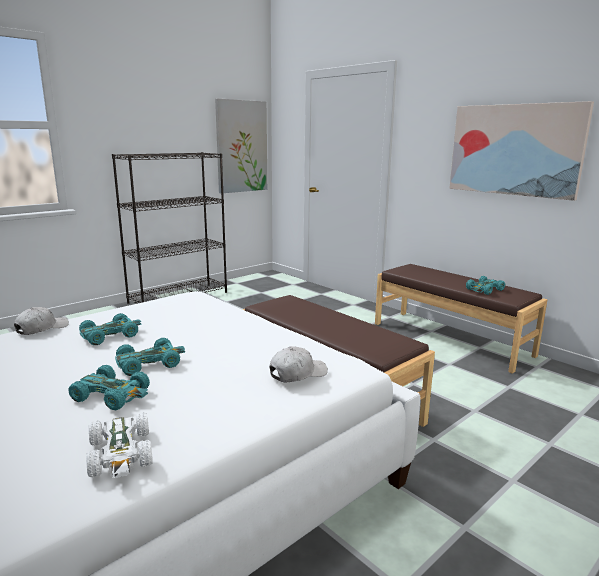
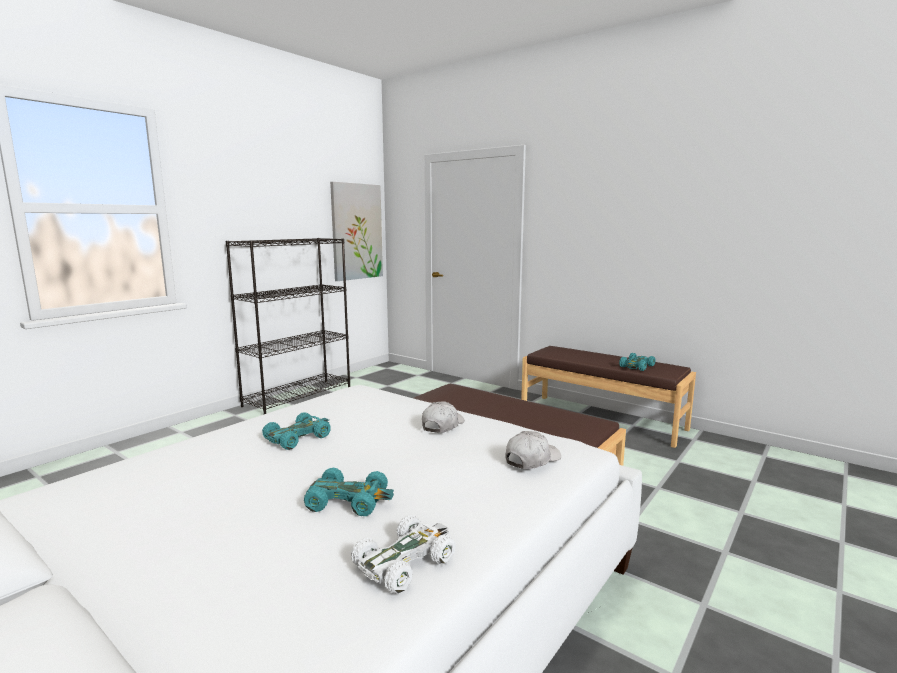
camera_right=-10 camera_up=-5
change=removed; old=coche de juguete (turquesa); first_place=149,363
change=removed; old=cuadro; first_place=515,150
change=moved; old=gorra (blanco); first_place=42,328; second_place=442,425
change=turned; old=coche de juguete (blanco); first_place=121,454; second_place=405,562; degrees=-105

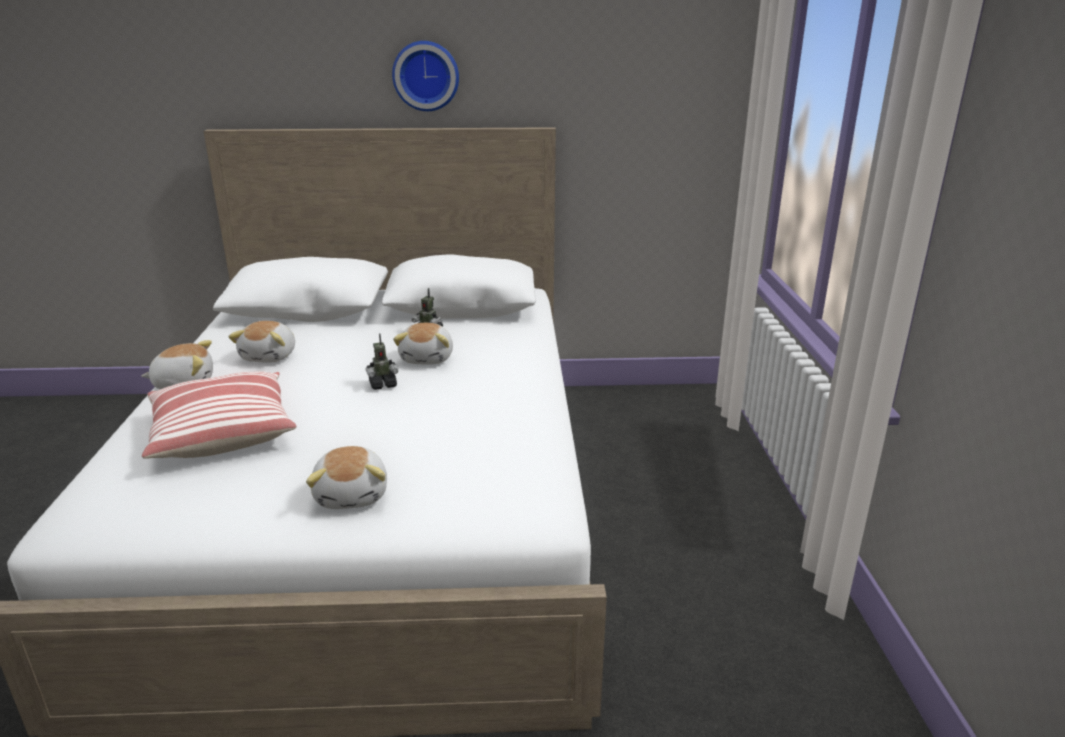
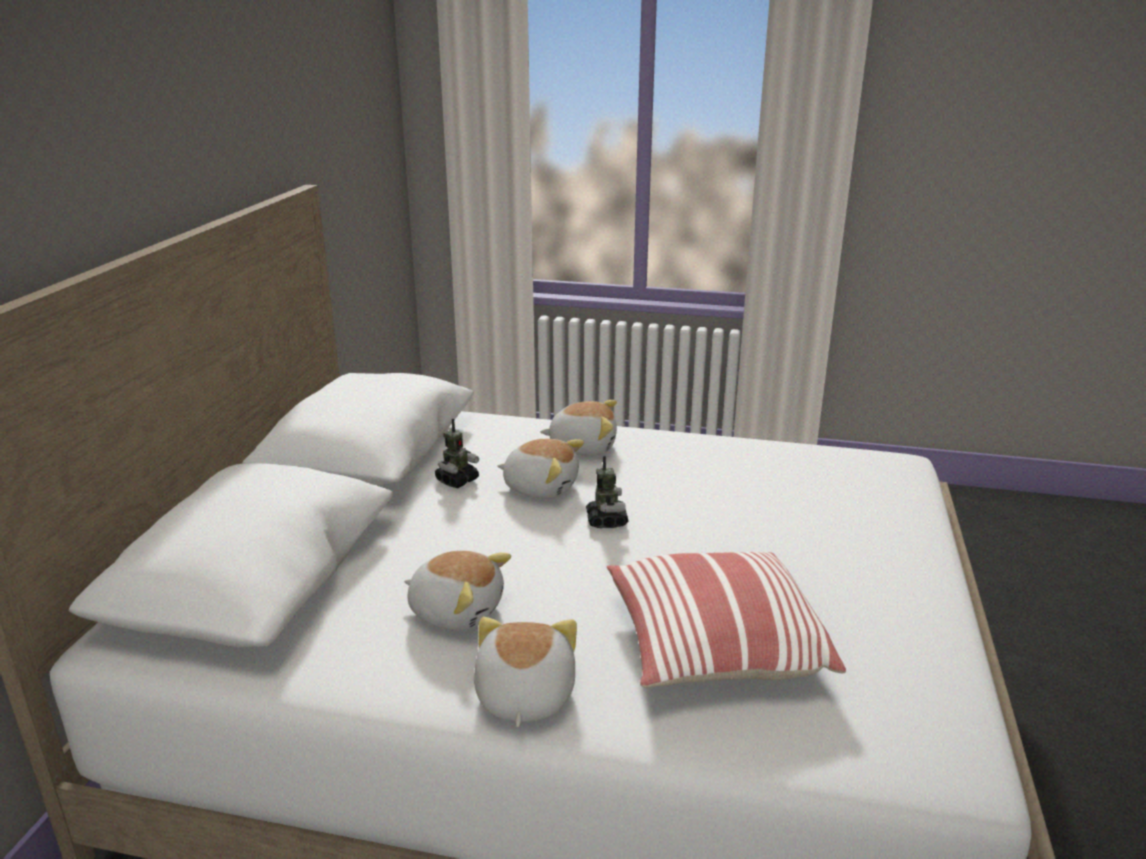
camera_right=-75 camera_up=0
change=removed; old=reloj de pared; first_place=426,76
change=moved; old=peluche; first_place=353,494; second_place=583,446

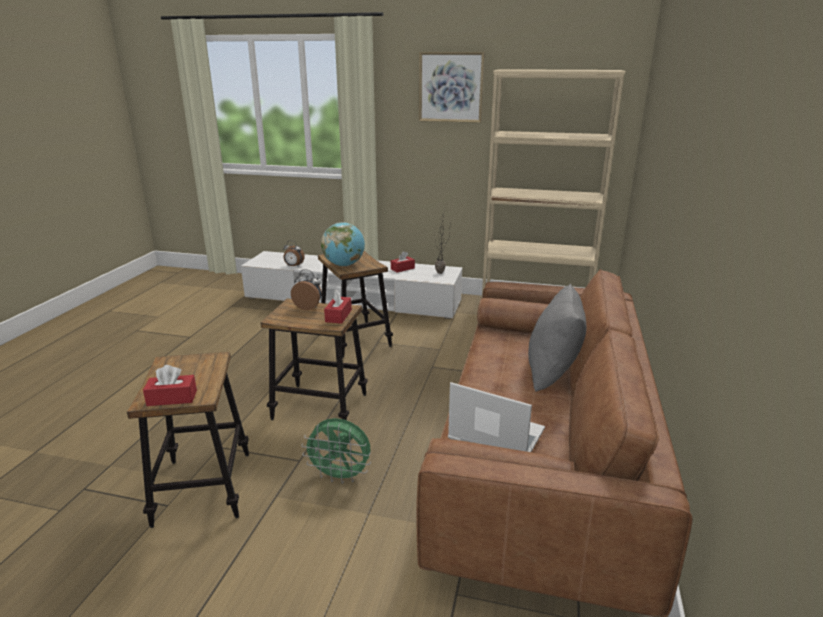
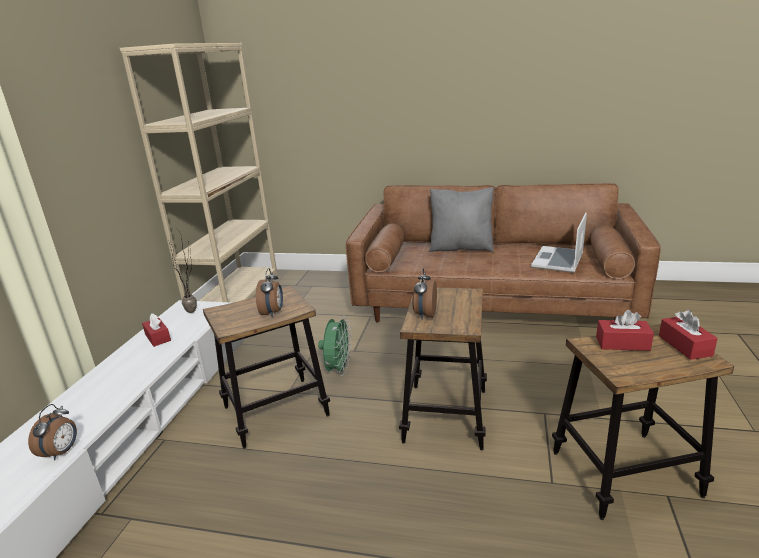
camera_right=-90 camera_up=0
change=removed; old=cuadro; first_place=451,87
change=moved; old=ventilador (verde); first_place=340,476; second_place=338,370
change=moved; old=caja de pañuelos (rojo); first_place=338,316; second_place=622,343
change=replaced; old=globo terráqueo; new=despertador; first_place=344,265; second_place=273,313

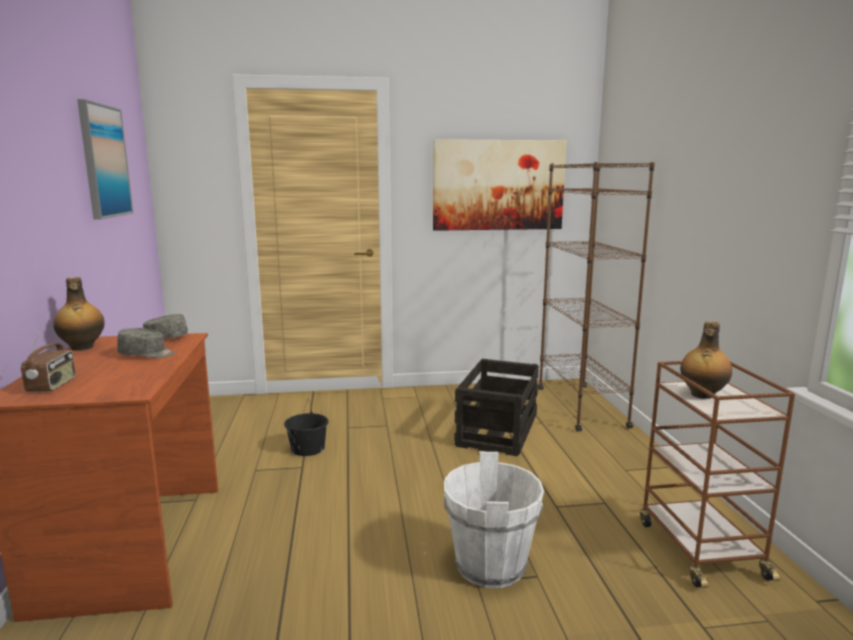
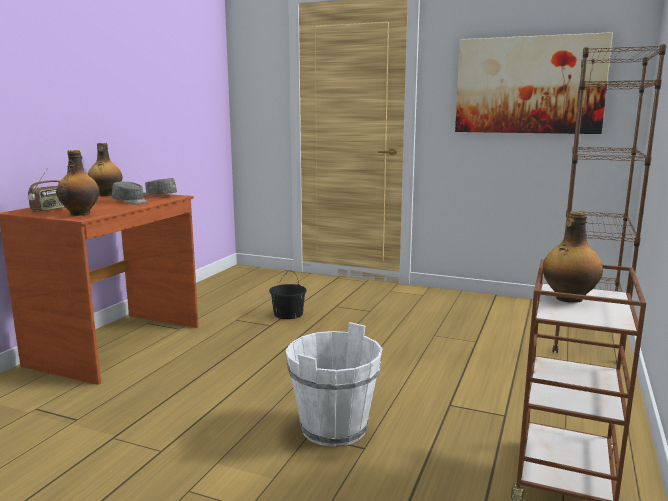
camera_right=30 camera_up=0
change=removed; old=cuadro; first_place=104,161
change=removed; old=caja de embalaje; first_place=497,429
change=added; new=botella; second_place=81,213

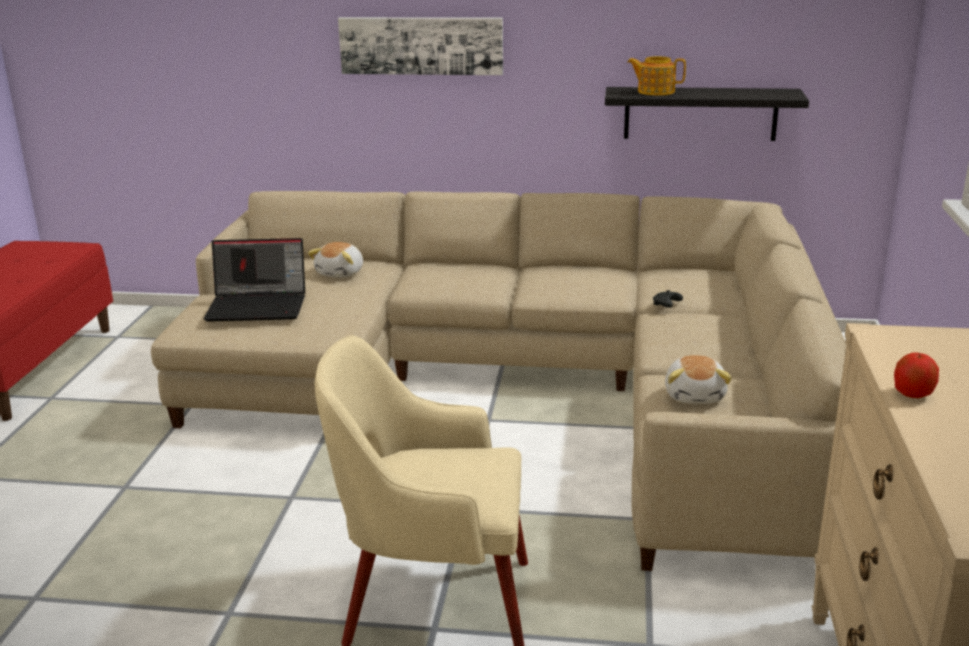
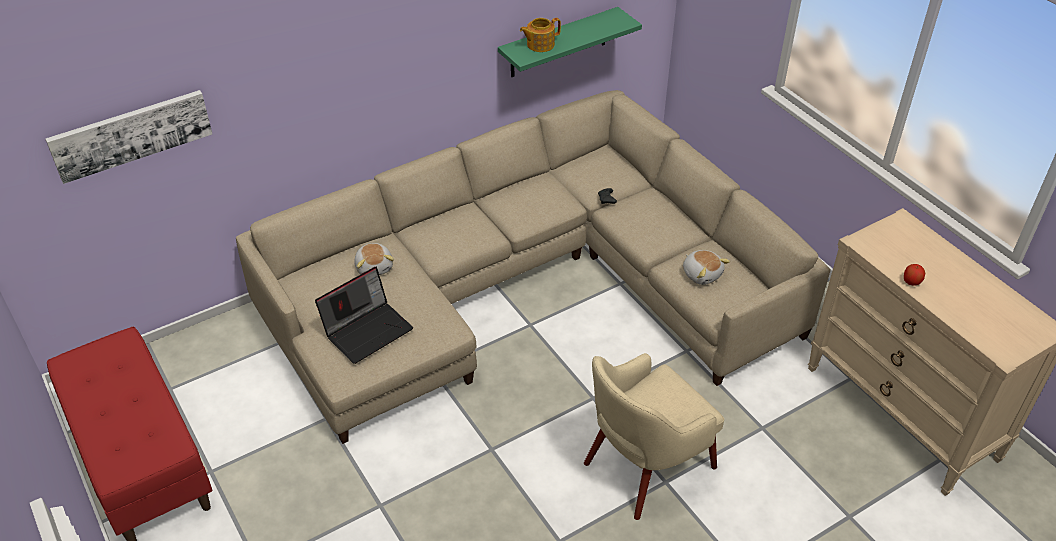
camera_right=-40 camera_up=20
change=moved; old=cuadro; first_place=421,45; second_place=131,134
change=recoloured; old=estante (negro); new=estante (verde); first_place=700,113; second_place=558,43

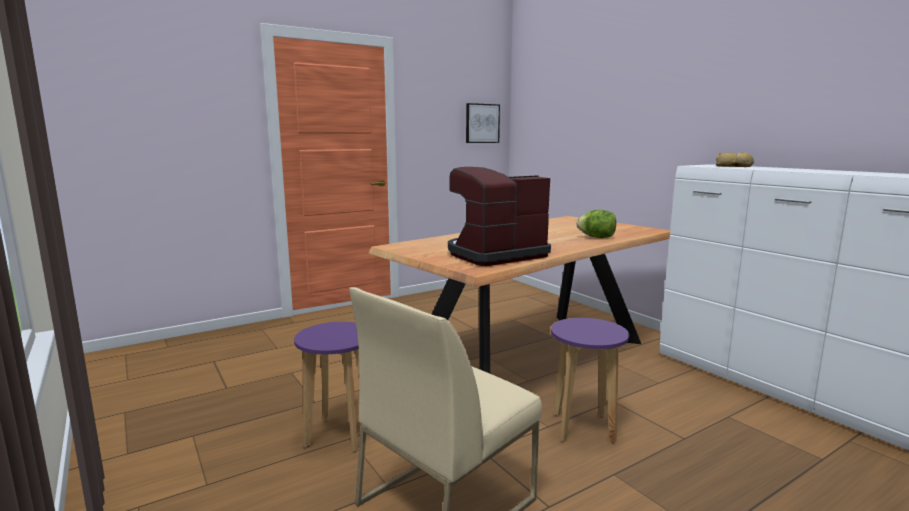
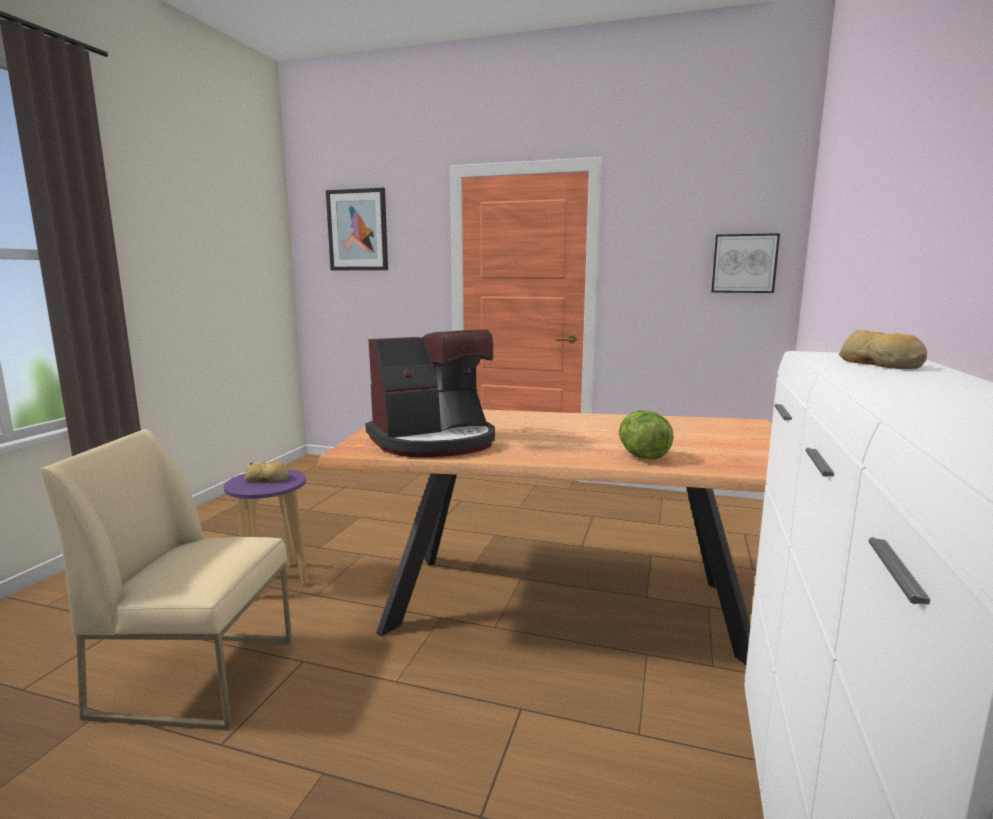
camera_right=50 camera_up=0
change=removed; old=taburete (morado); first_place=583,428
change=added; new=pan; second_place=267,479
change=added; new=cuadro; second_place=357,230
change=turned; old=cafetera; first_place=494,255; second_place=434,441; degrees=135

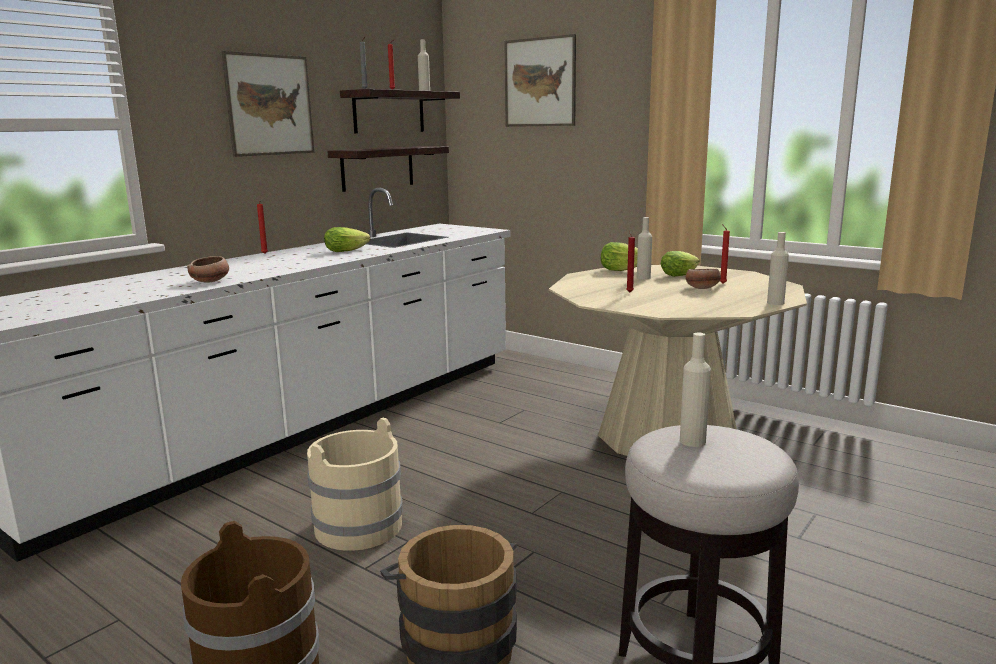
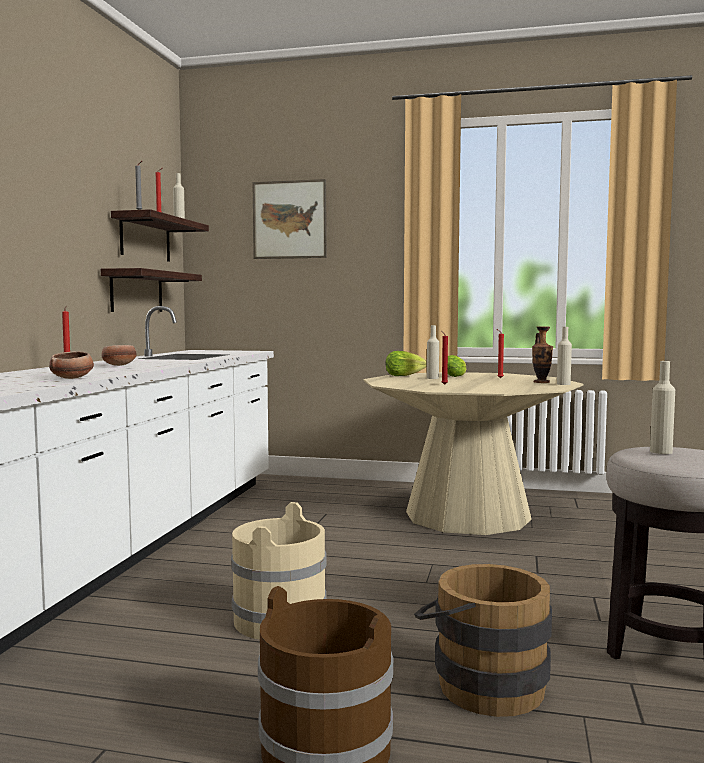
camera_right=-25 camera_up=-10
change=removed; old=cuadro; first_place=270,105
change=removed; old=lechuga; first_place=348,250
change=added; new=florero; second_place=541,382
change=moved; old=cuenco; first_place=702,288; second_place=119,365

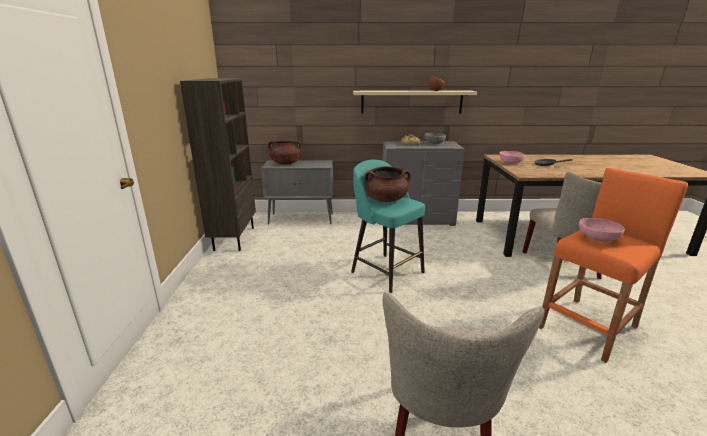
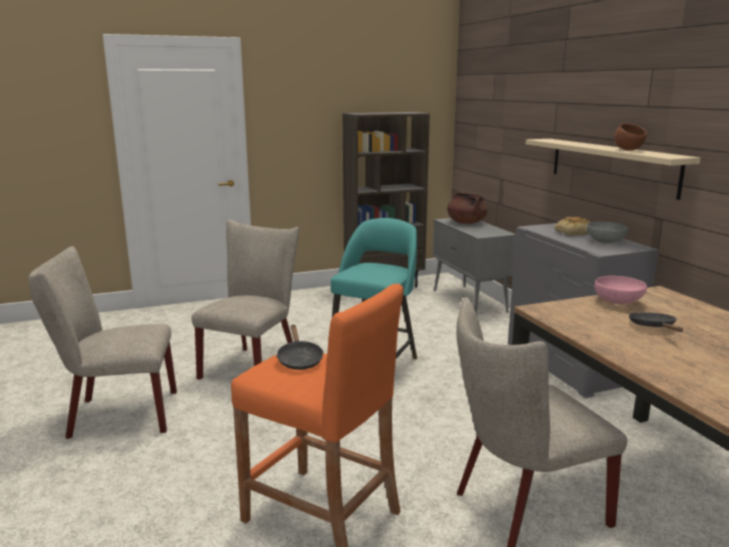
camera_right=70 camera_up=-5
change=removed; old=olla (marrón); first_place=386,200
change=added; new=silla (beis); second_place=253,365
change=replaced; old=cuenco (rosa); new=sartén (negro); first_place=597,239; second_place=299,359

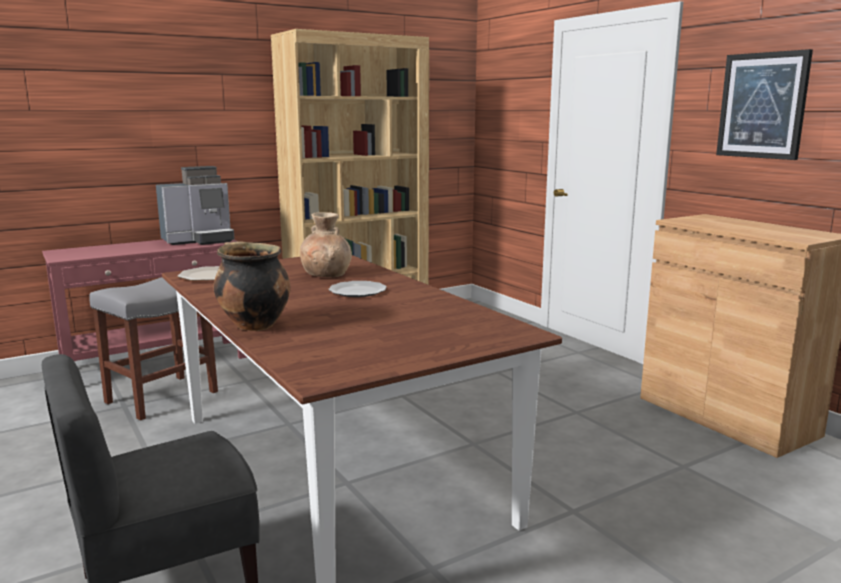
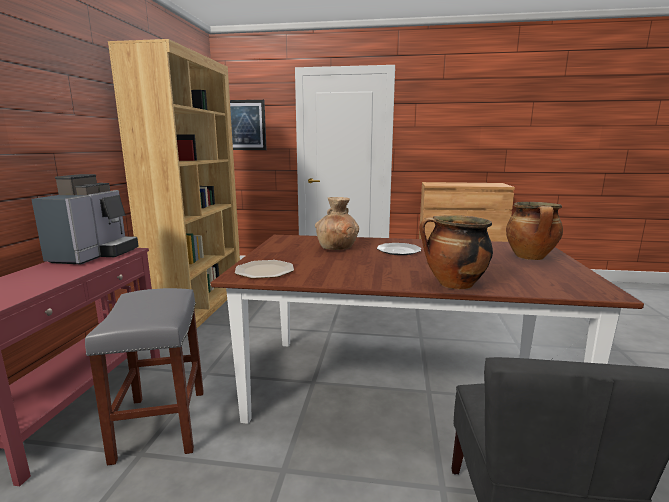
camera_right=-50 camera_up=0
change=added; new=olla; second_place=531,257
change=moved; old=cuadro; first_place=762,105; second_place=245,125

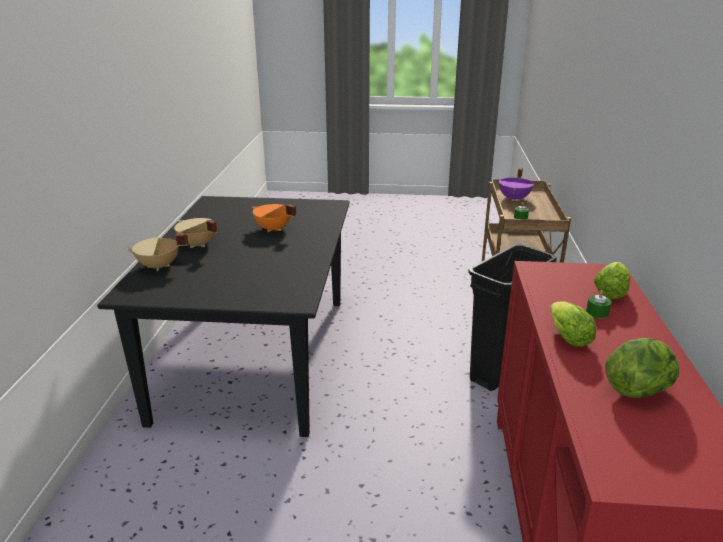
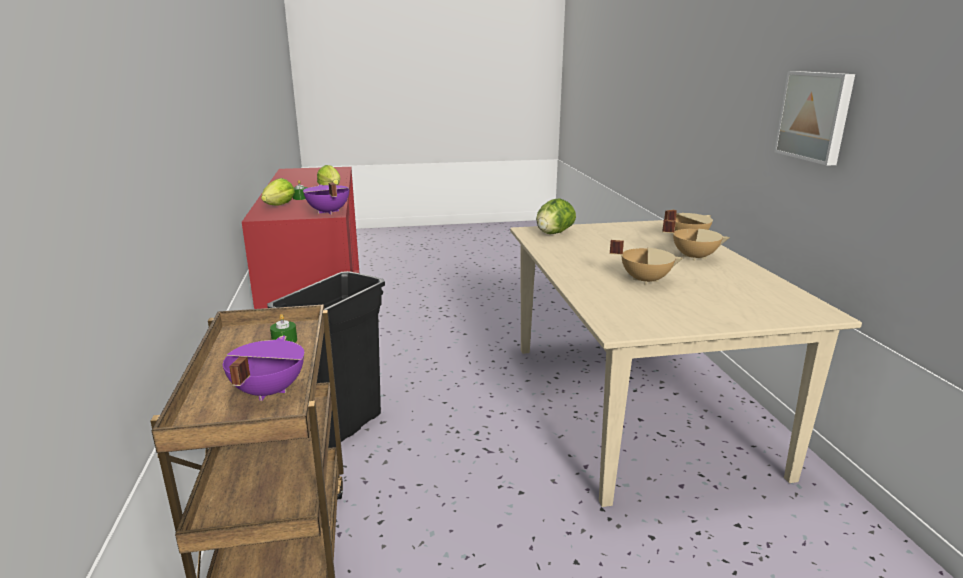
camera_right=165 camera_up=-5
change=added; new=olla (morado); second_place=327,212
change=added; new=cuadro; second_place=815,116
change=moved; old=lechuga; first_place=638,390; second_place=553,233
change=recoloured; old=mesa de comedor (negro); new=mesa de comedor (beis); first_place=255,355; second_place=636,405
change=recoloured; old=olla (naranja); new=olla (beis); first_place=273,229; second_place=645,280

